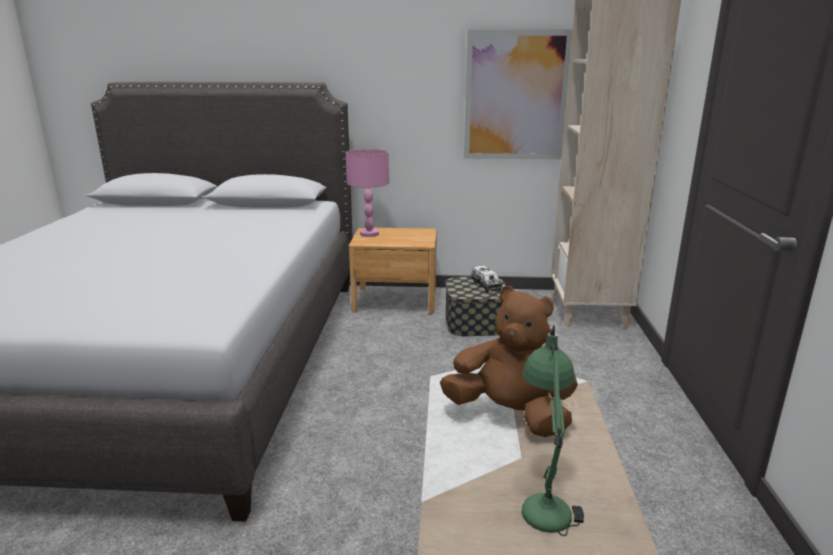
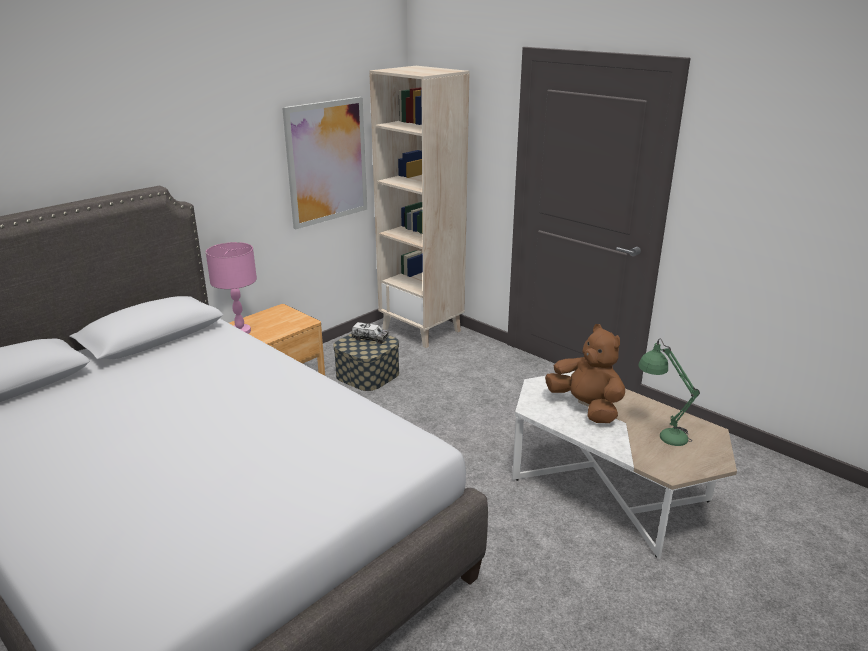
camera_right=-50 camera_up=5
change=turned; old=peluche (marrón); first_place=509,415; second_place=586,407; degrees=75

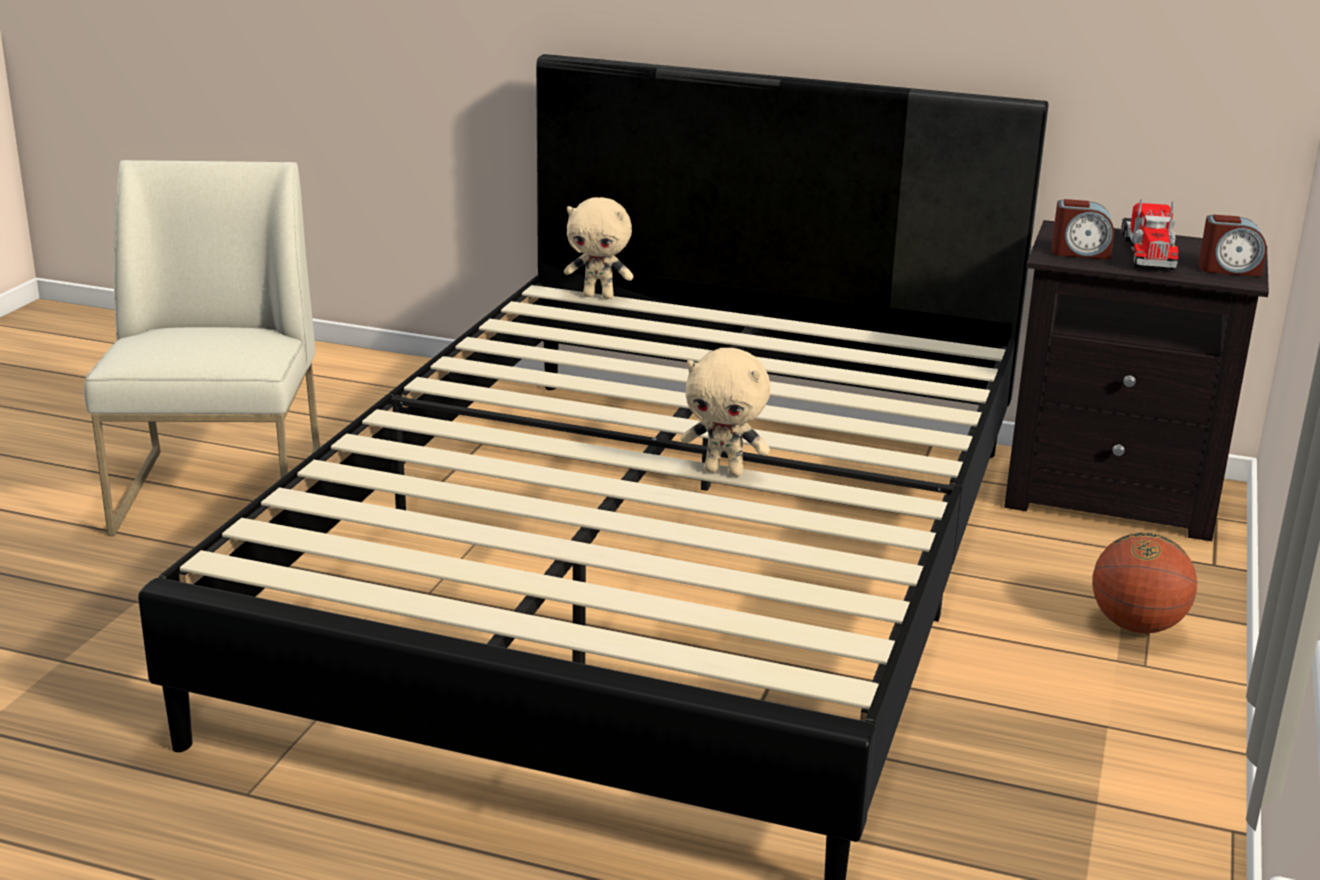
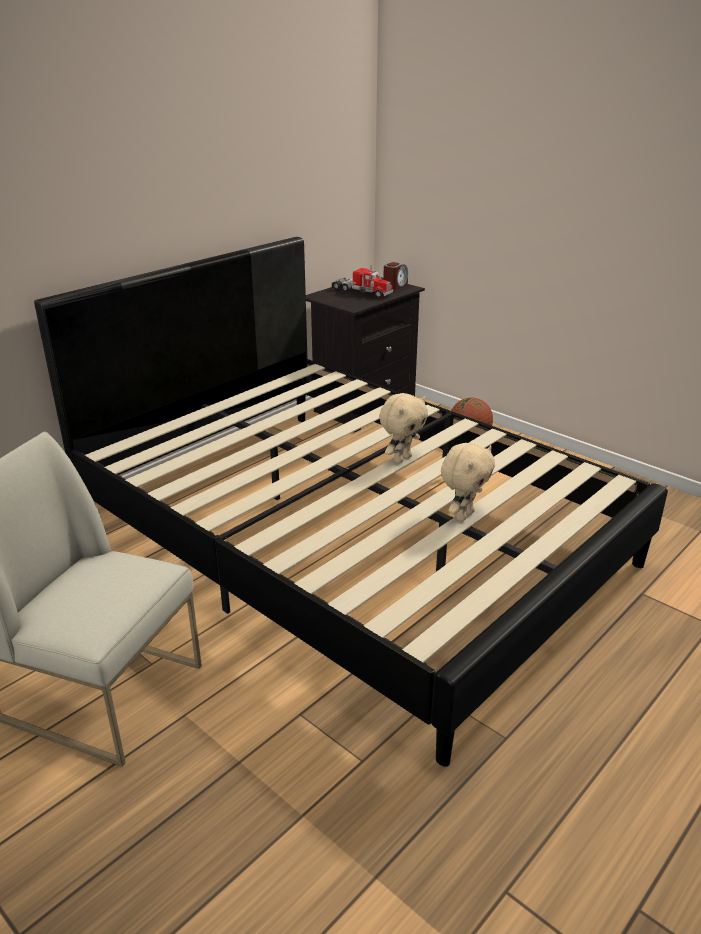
camera_right=-65 camera_up=5
change=removed; old=despertador; first_place=1080,253
change=moved; old=peluche (beis); first_place=599,296; second_place=463,515

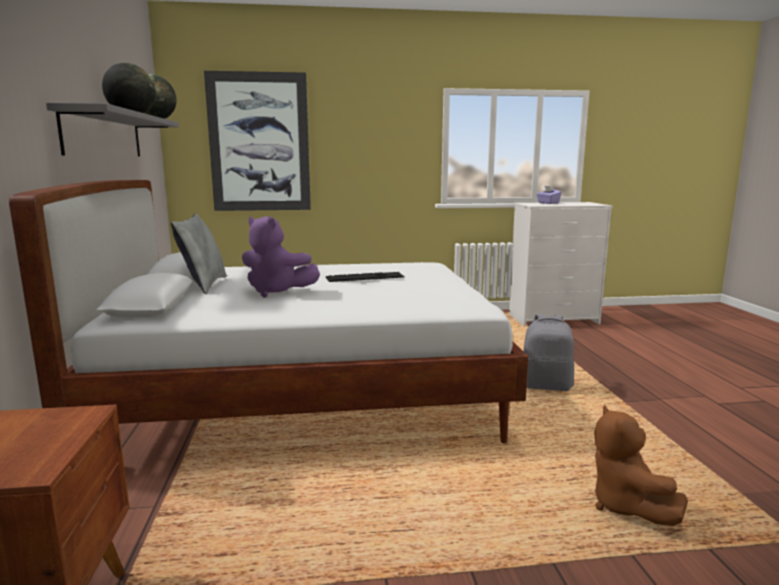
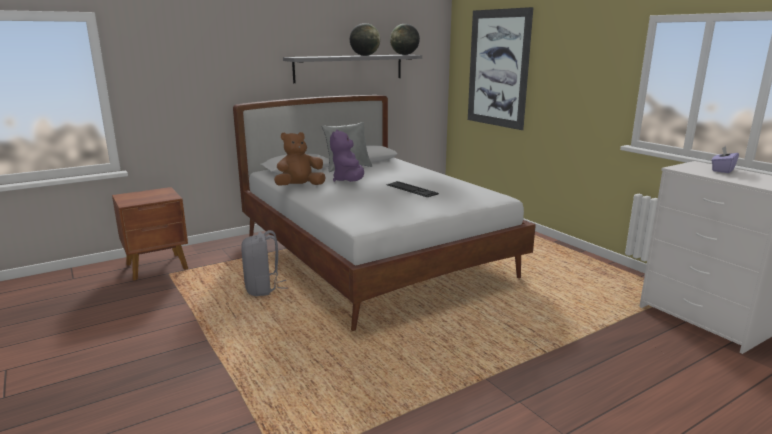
camera_right=65 camera_up=5
change=moved; old=mochila (gris); first_place=546,386; second_place=263,288
change=moved; old=peluche (marrón); first_place=626,506; second_place=299,186

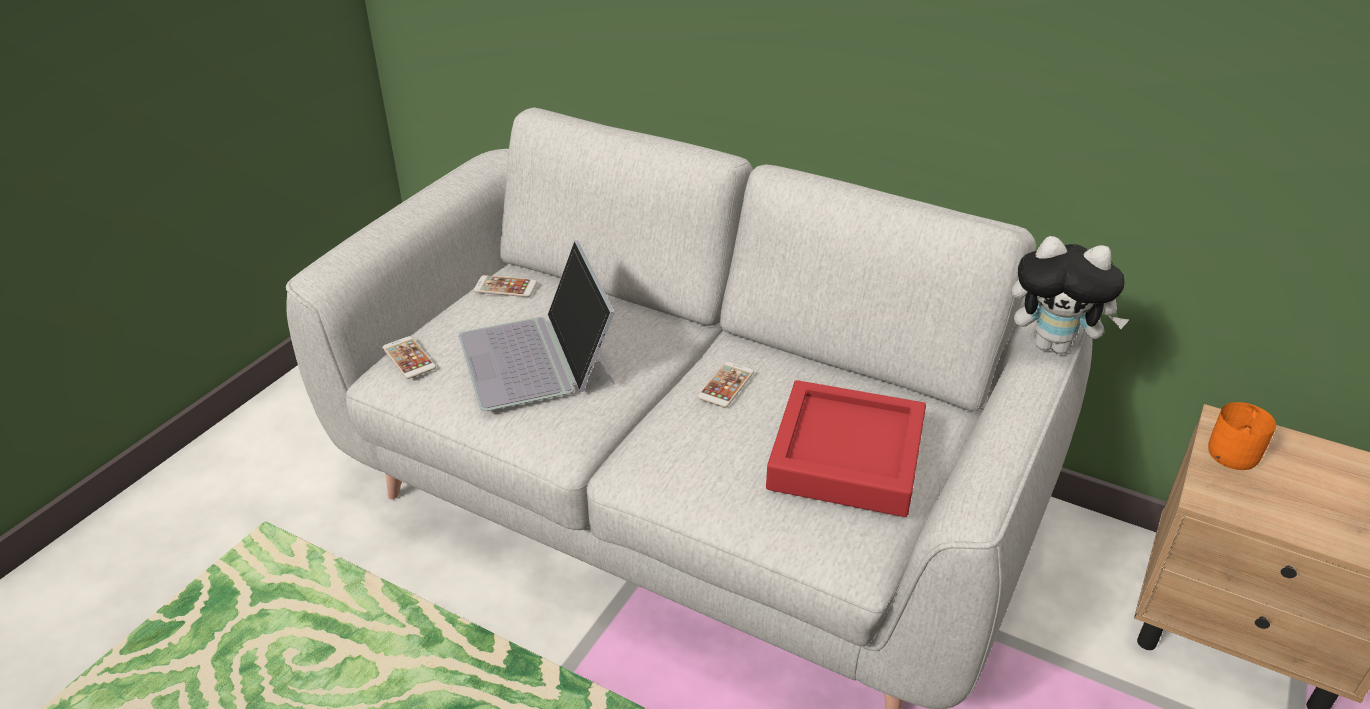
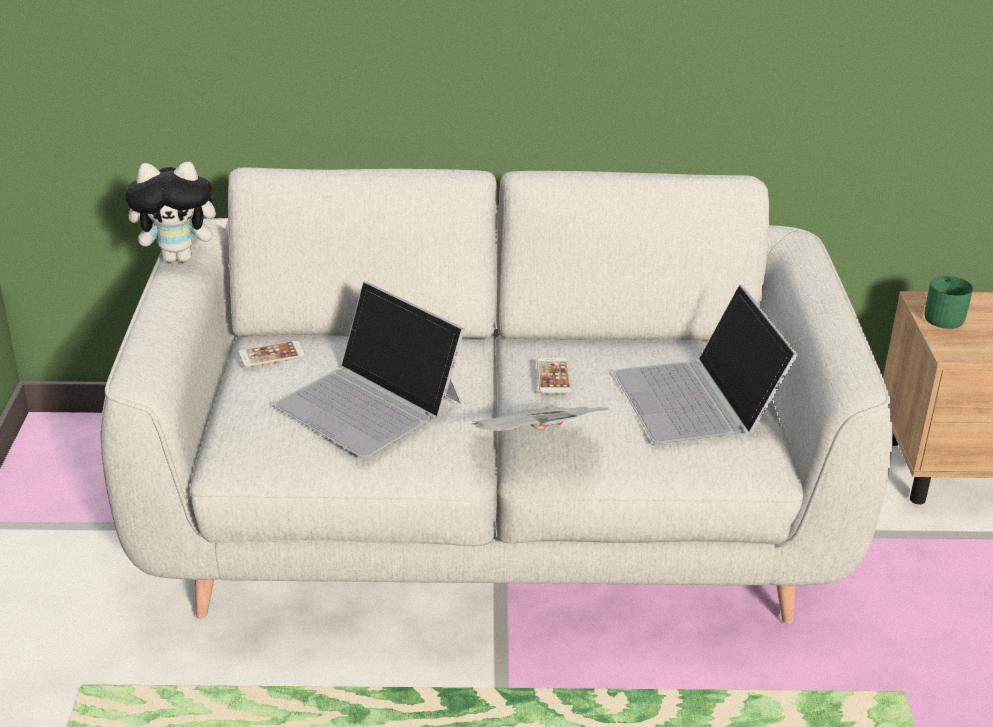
camera_right=-30 camera_up=-5
change=removed; old=móvil; first_place=409,358
change=added; new=periódico; second_place=537,447
change=moved; old=peluche; first_place=1054,346; second_place=180,257
change=replaced; old=bandeja (rojo); new=portátil; first_place=846,457; second_place=698,399
change=recoloured; old=taza grande (naranja); new=taza grande (verde); first_place=1236,451; second_place=944,316

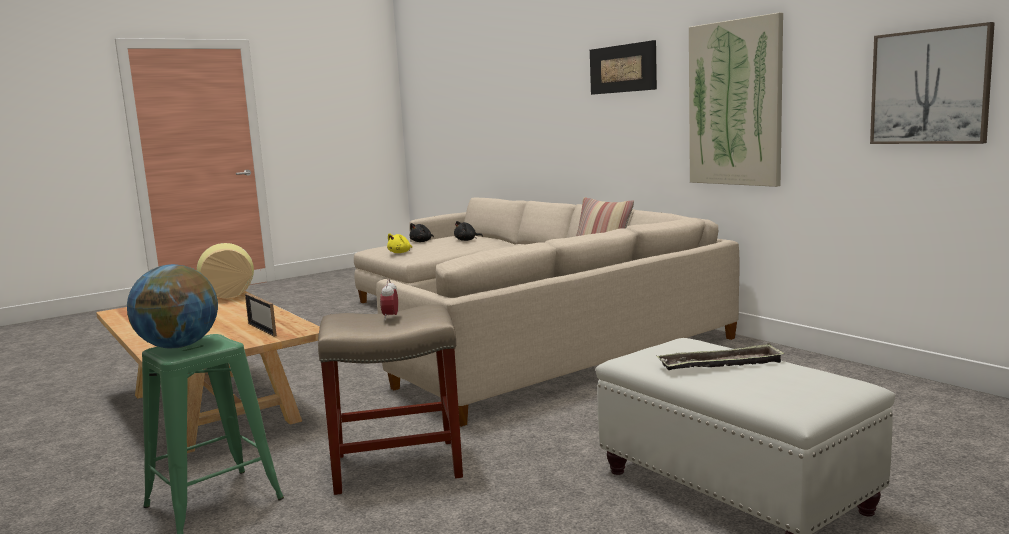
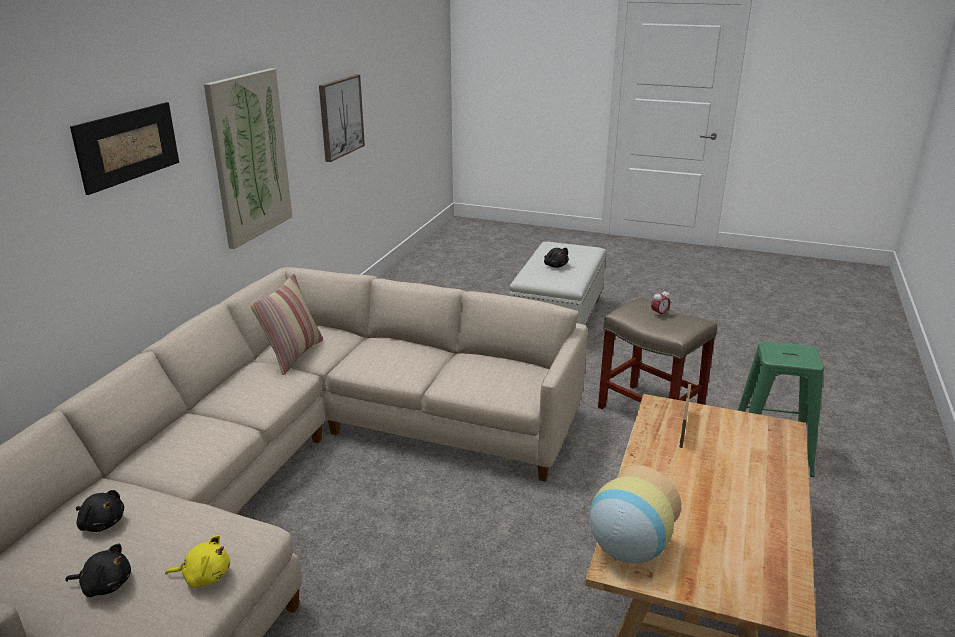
camera_right=-125 camera_up=15
change=removed; old=globo terráqueo; first_place=178,346
change=replaced; old=bandeja; new=peluche (negro); first_place=720,365; second_place=555,266

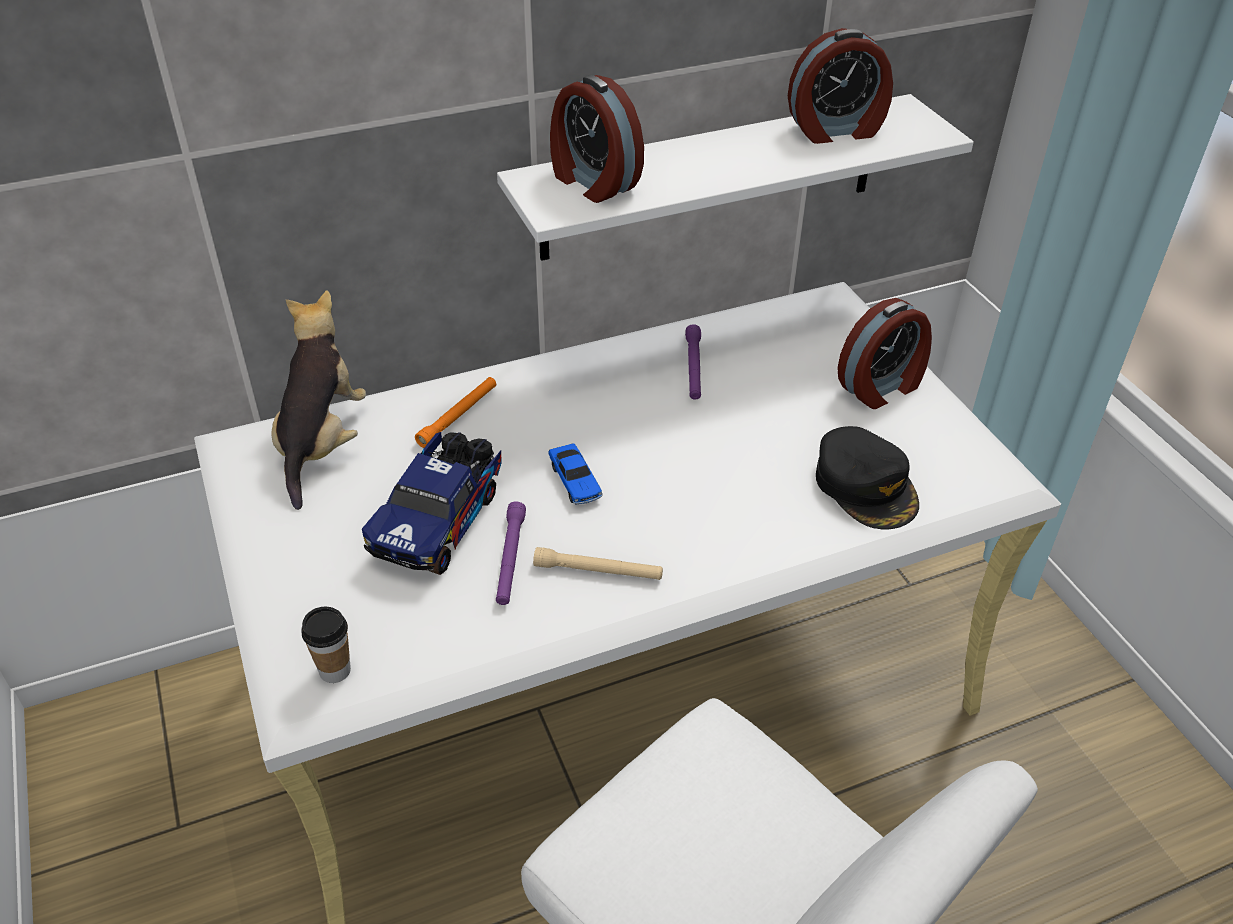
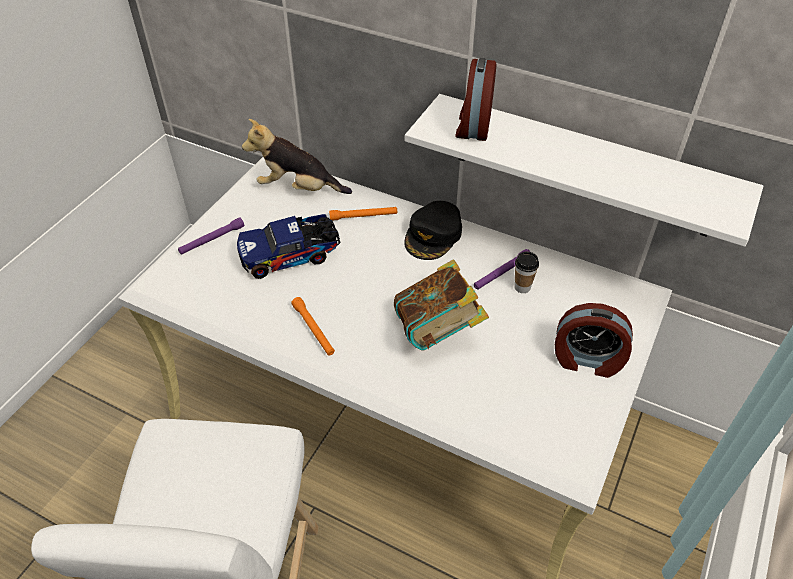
camera_right=50 camera_up=5
change=removed; old=coche de juguete; first_place=575,481
change=removed; old=despertador; first_place=836,130
change=added; new=libro; second_place=437,330
change=moved; old=taza; first_place=335,670; second_place=522,287
change=moved; old=linterna (morado); first_place=510,559; second_place=212,240
change=moved; old=gorra (negro); first_place=866,486; second_place=433,235
change=recoloured; old=linterna (beis); new=linterna (naranja); first_place=598,571; second_place=313,330
change=turned; old=peluche; first_place=322,442; second_place=298,188; degrees=-135

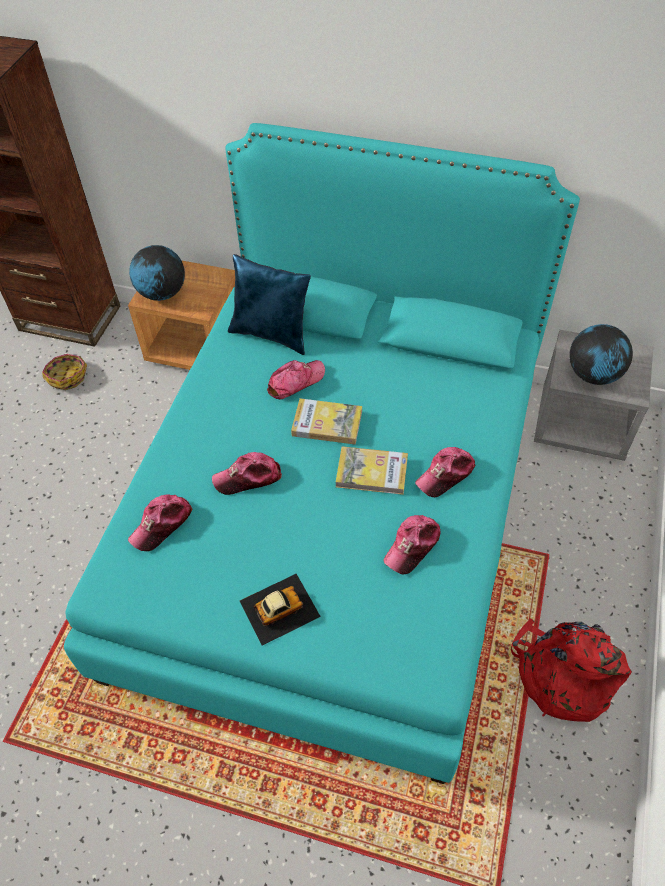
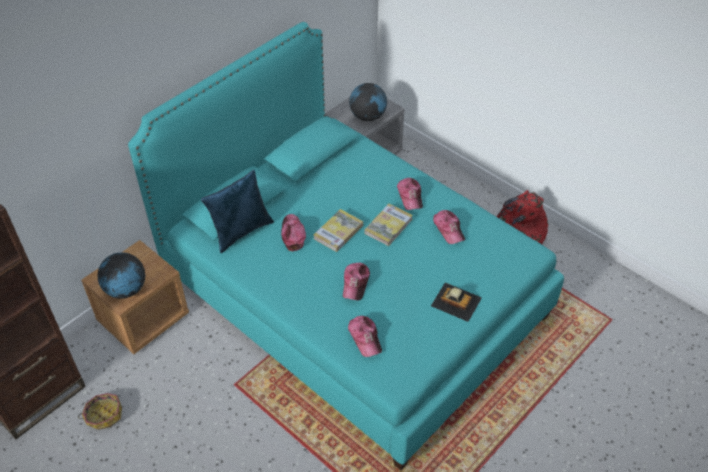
camera_right=-65 camera_up=-5
change=turned; old=coche de juguete; first_place=279,608; second_place=456,301; degrees=120

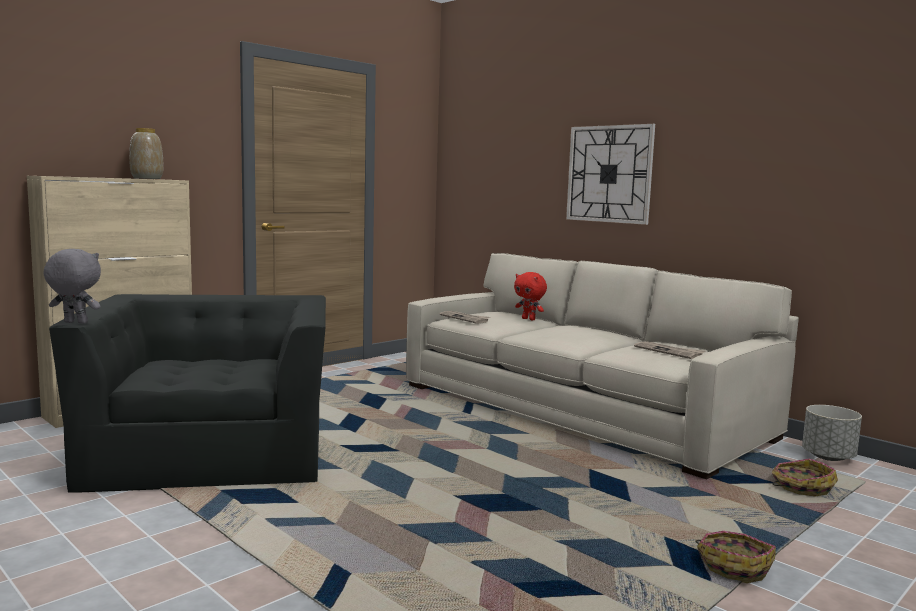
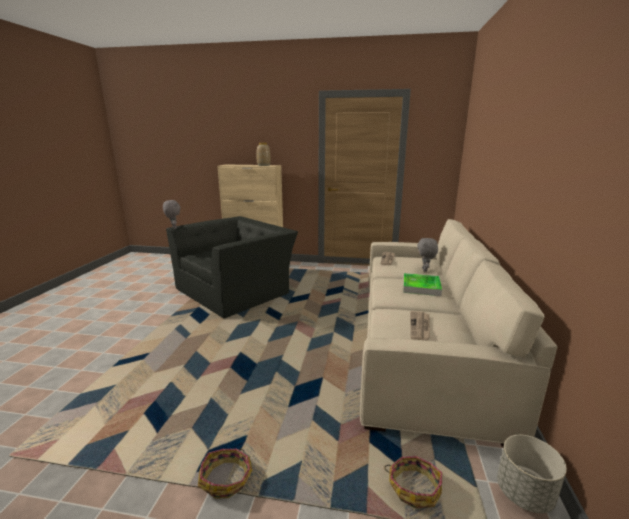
camera_right=55 camera_up=10
change=removed; old=reloj de pared; first_place=609,174
change=added; new=bandeja; second_place=421,287
change=recoloured; old=peluche (rojo); new=peluche (gris); first_place=529,319; second_place=425,270

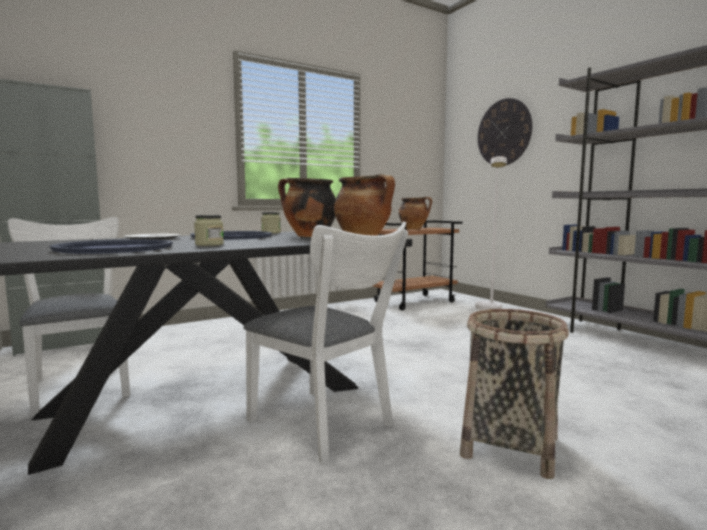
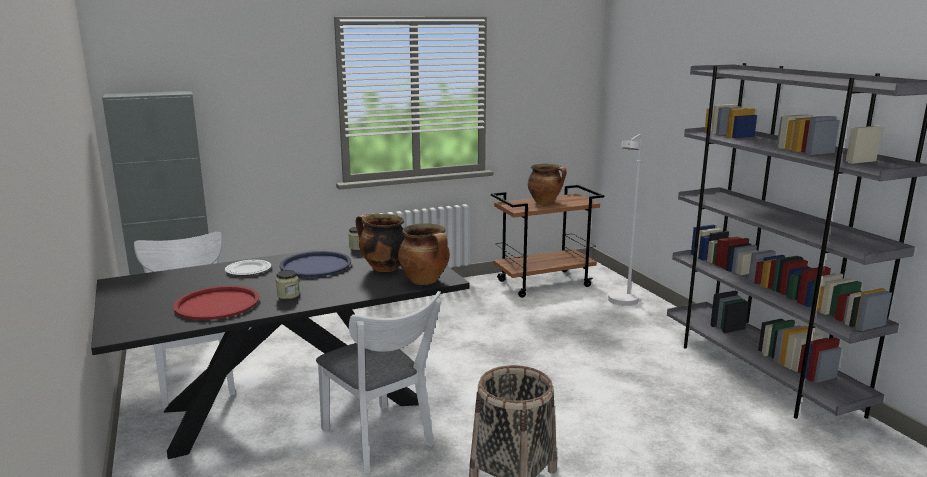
camera_right=10 camera_up=10
change=removed; old=reloj de pared; first_place=504,132
change=recoloured; old=bandeja (azul); new=bandeja (rojo); first_place=115,248; second_place=217,304

